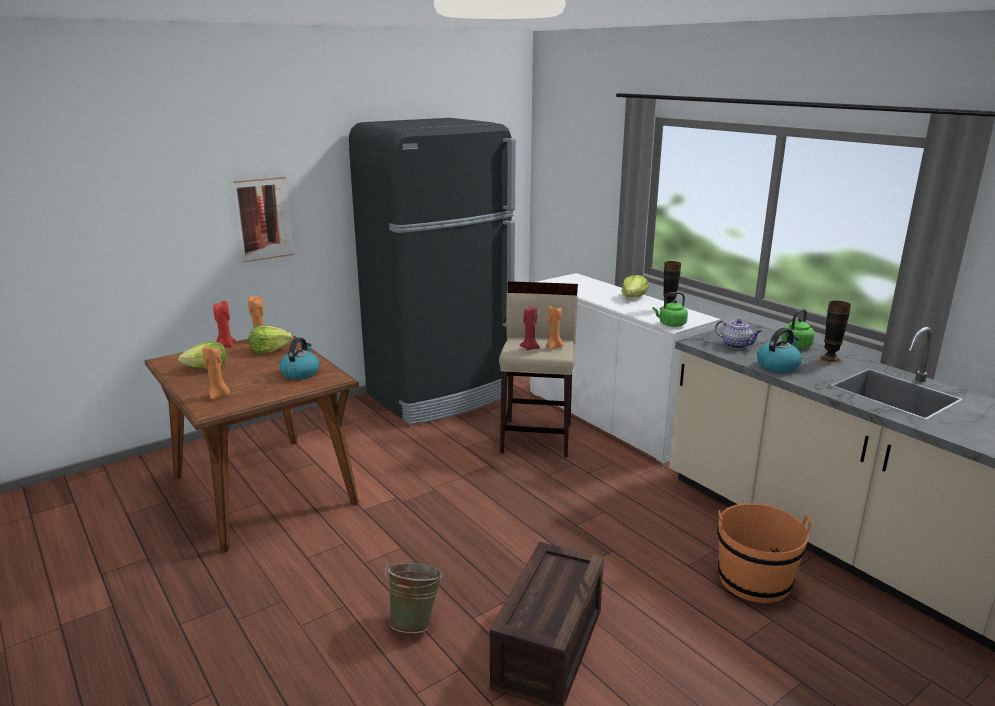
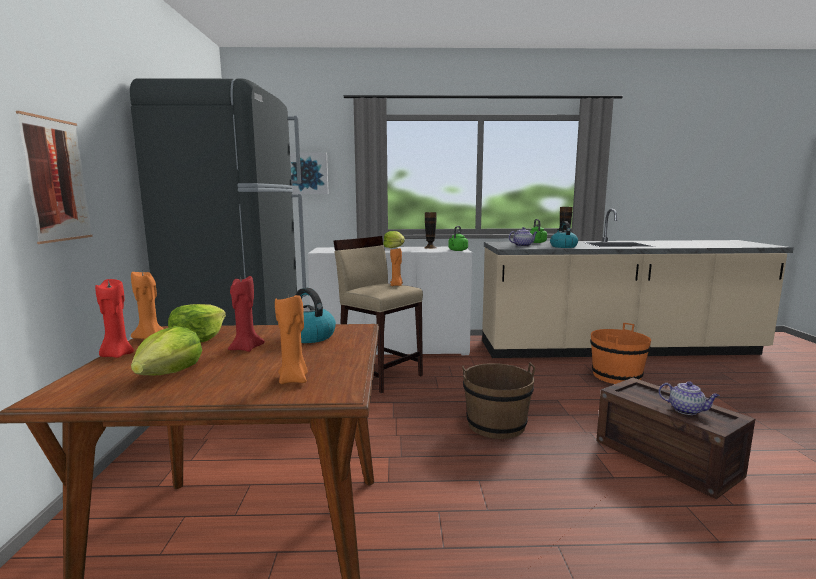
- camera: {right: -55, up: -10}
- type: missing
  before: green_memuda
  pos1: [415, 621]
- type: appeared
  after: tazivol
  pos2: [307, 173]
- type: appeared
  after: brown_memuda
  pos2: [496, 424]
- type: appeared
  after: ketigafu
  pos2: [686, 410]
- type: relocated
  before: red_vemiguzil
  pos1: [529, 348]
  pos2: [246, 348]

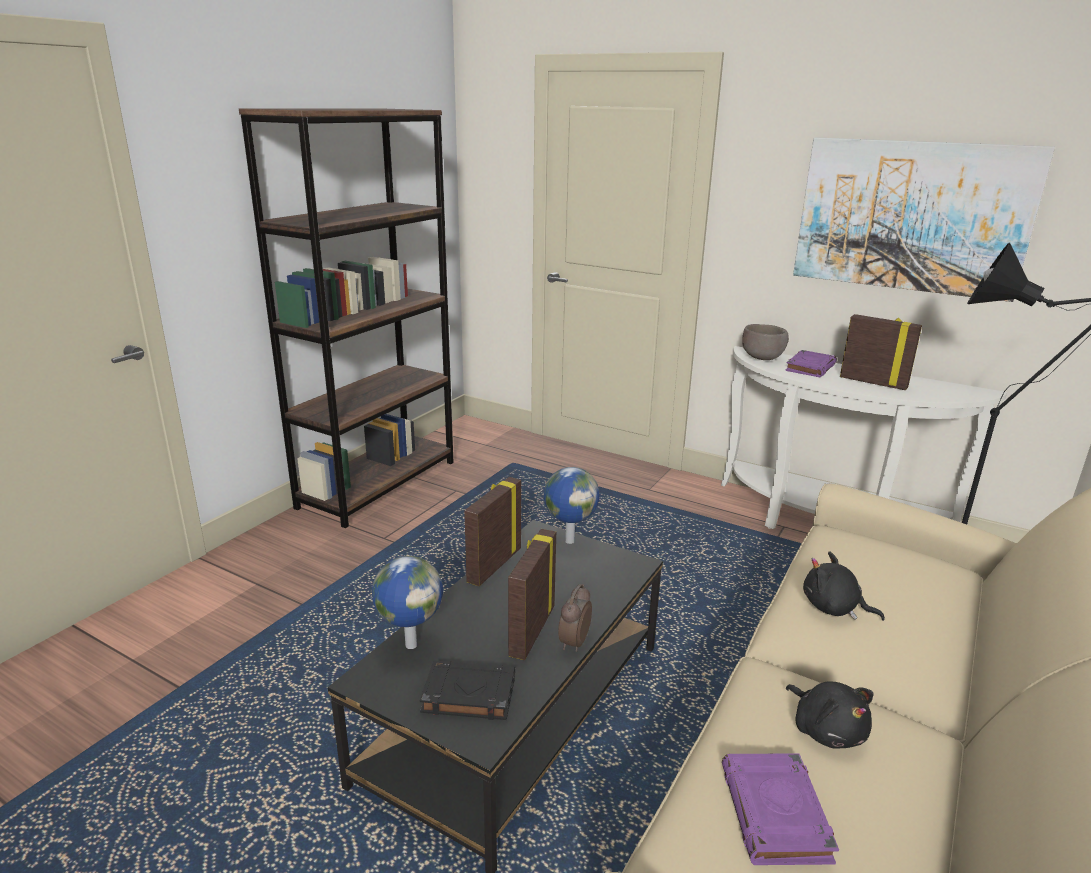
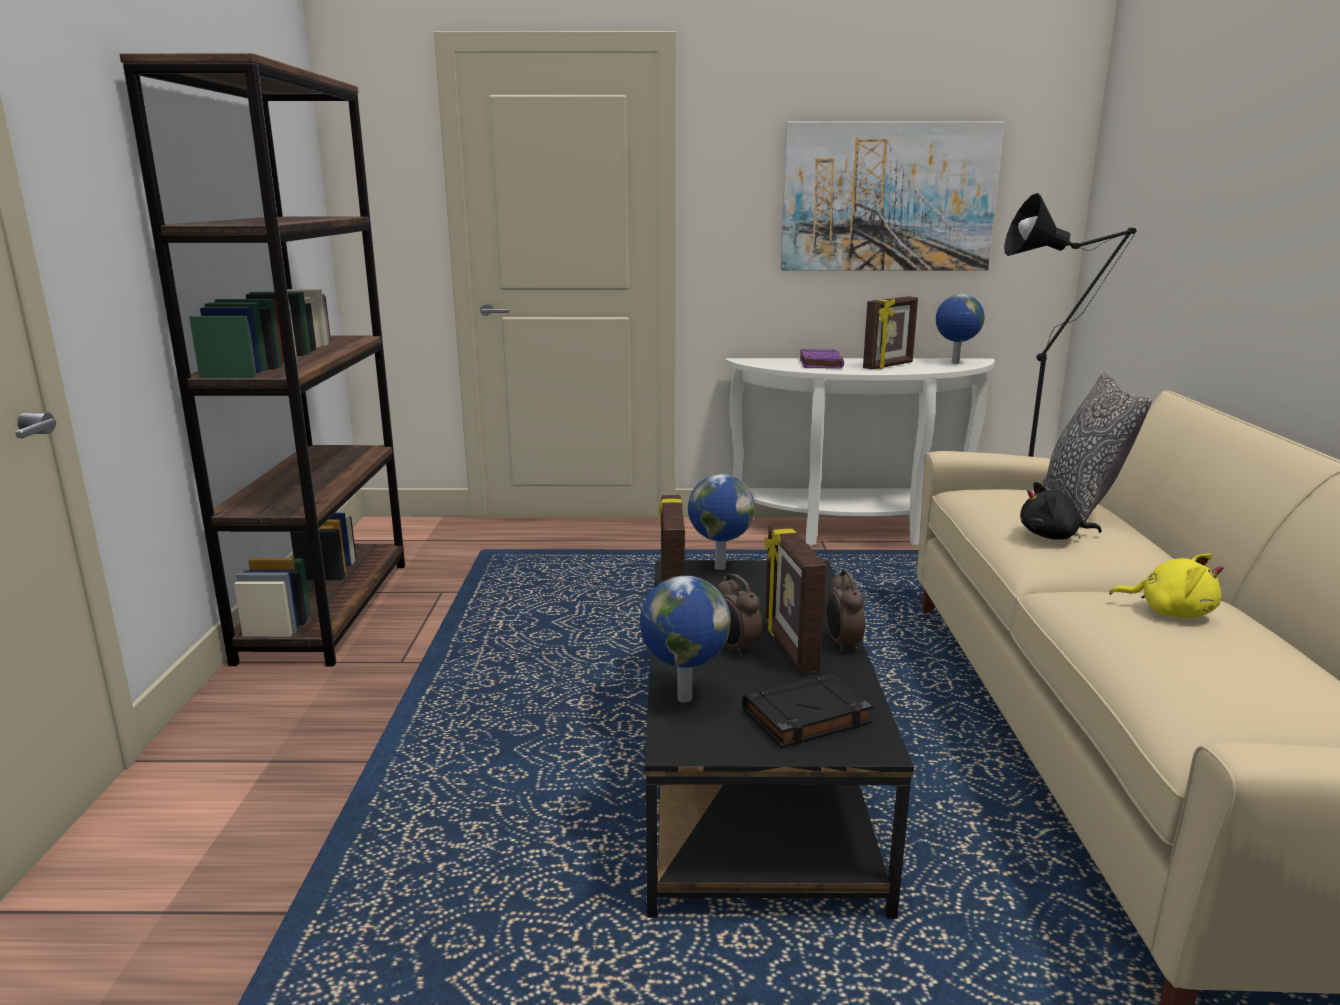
- camera: {right: -30, up: -5}
- type: missing
  before: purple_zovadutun
  pos1: [776, 815]
- type: missing
  before: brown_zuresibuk
  pos1: [762, 358]
- type: appeared
  after: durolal
  pos2: [735, 648]
- type: appeared
  after: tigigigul
  pos2: [954, 363]
- type: appeared
  after: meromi
  pos2: [1081, 505]
- type: colour
  before: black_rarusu
  after: yellow_rarusu
  pos1: [826, 730]
  pos2: [1170, 612]
- type: spun
  before: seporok
  pos1: [873, 382]
  pos2: [889, 366]
  turn: 135

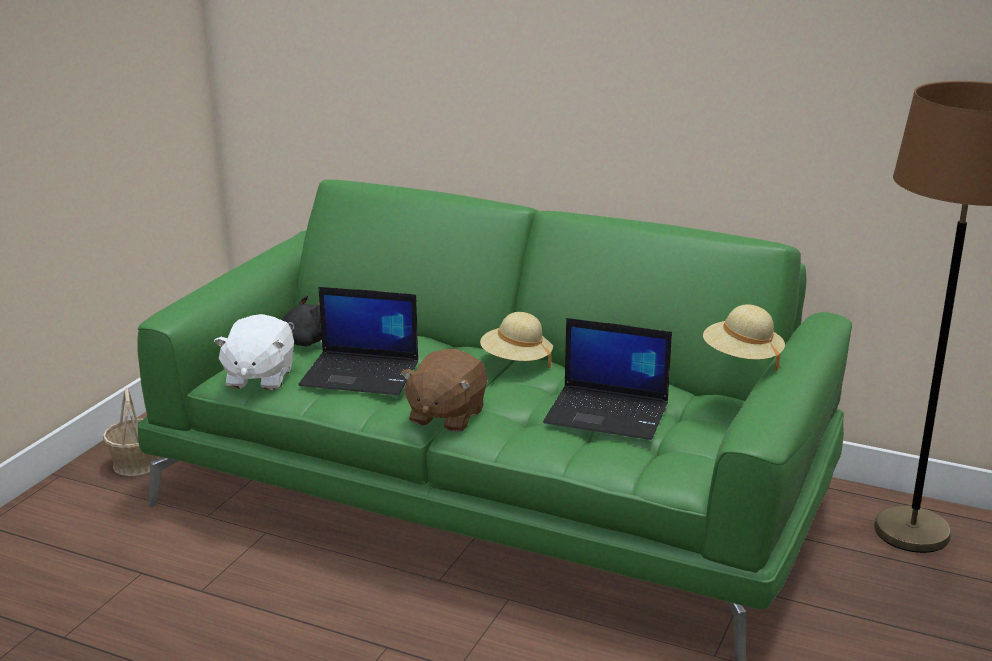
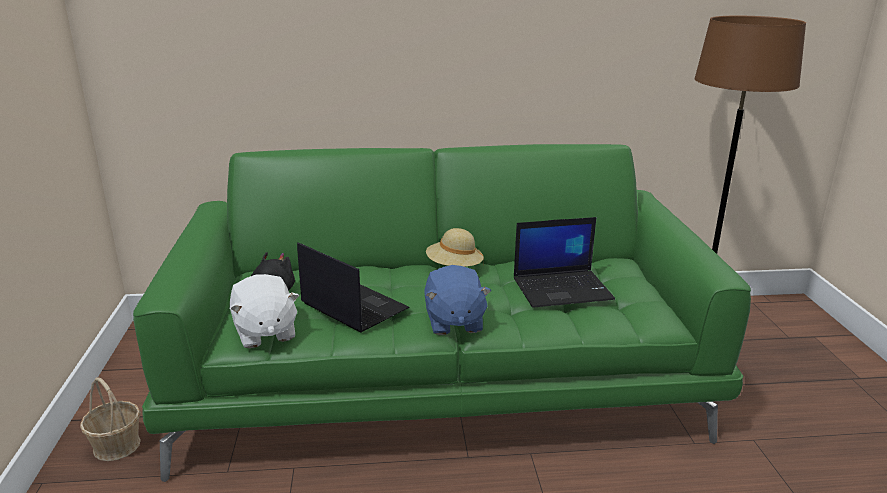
- camera: {right: -30, up: 0}
- type: missing
  before: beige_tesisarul
  pos1: [741, 358]
- type: colour
  before: brown_rarusu
  after: blue_rarusu
  pos1: [446, 416]
  pos2: [454, 322]
- type: spun
  before: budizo
  pos1: [362, 374]
  pos2: [352, 306]
  turn: -120

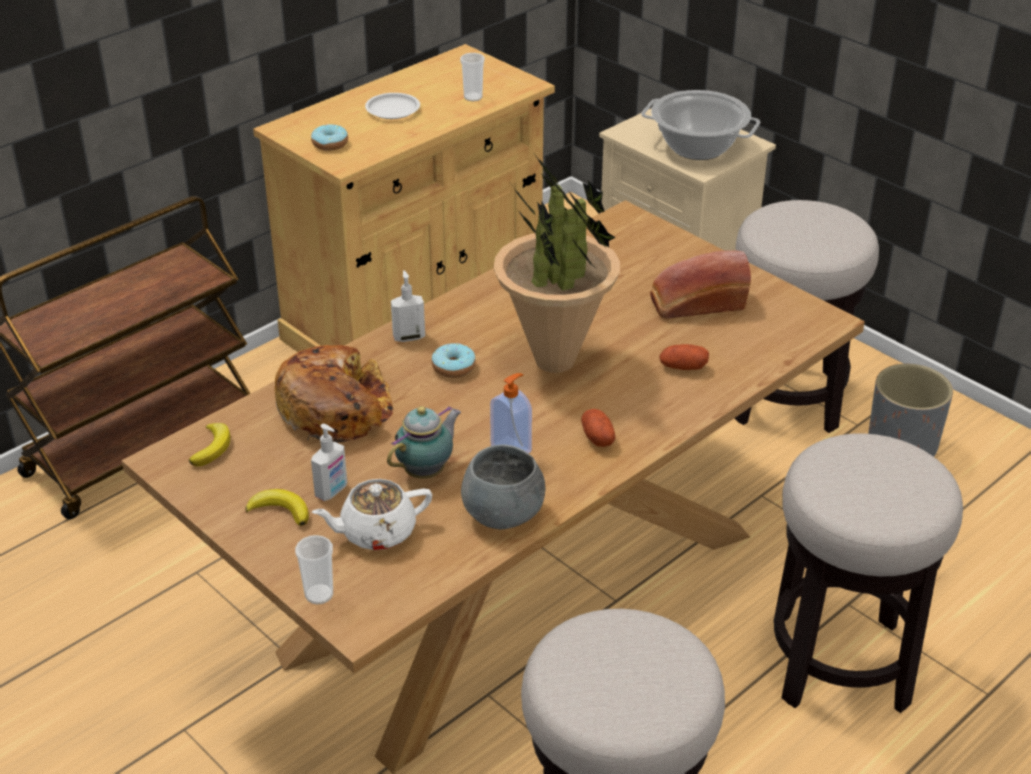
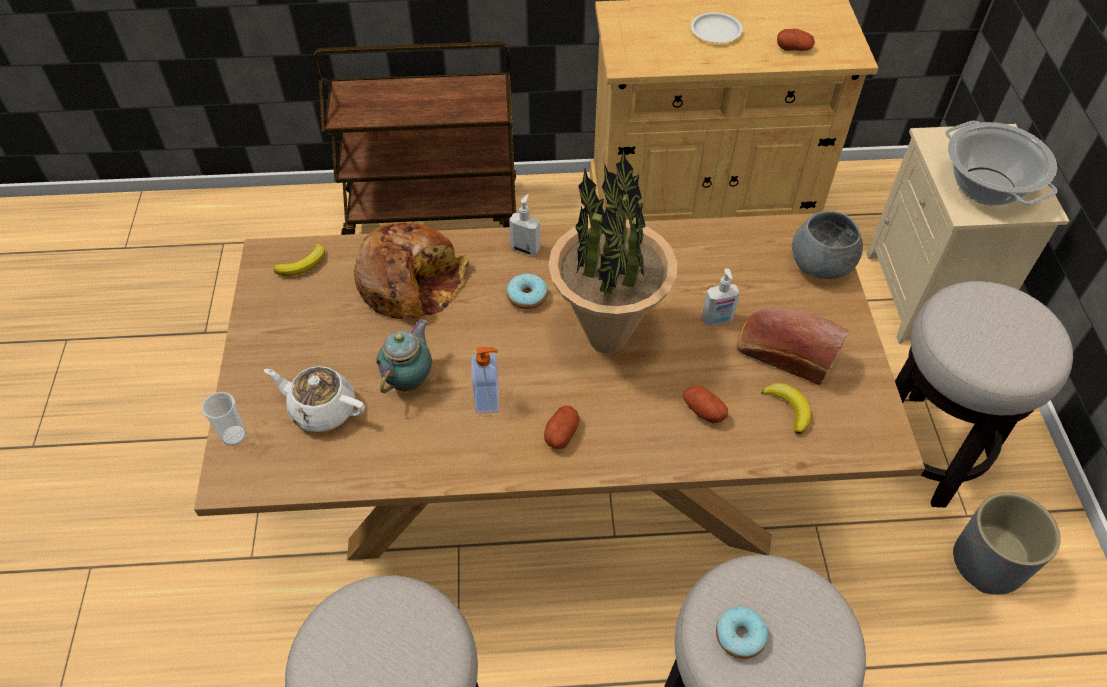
- camera: {right: 40, up: 15}
- type: relocated
  before: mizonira
  pos1: [280, 510]
  pos2: [788, 408]
- type: relocated
  before: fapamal
  pos1: [330, 144]
  pos2: [740, 636]
- type: relocated
  before: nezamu
  pos1: [332, 491]
  pos2: [717, 319]
- type: relocated
  before: grey_zuresibuk
  pos1: [504, 514]
  pos2: [821, 266]
- type: exchanged
  before: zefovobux
  after: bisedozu
  pos1: [473, 97]
  pos2: [793, 48]
- type: spun
  before: ketigafu
  pos1: [427, 471]
  pos2: [410, 379]
  turn: -60

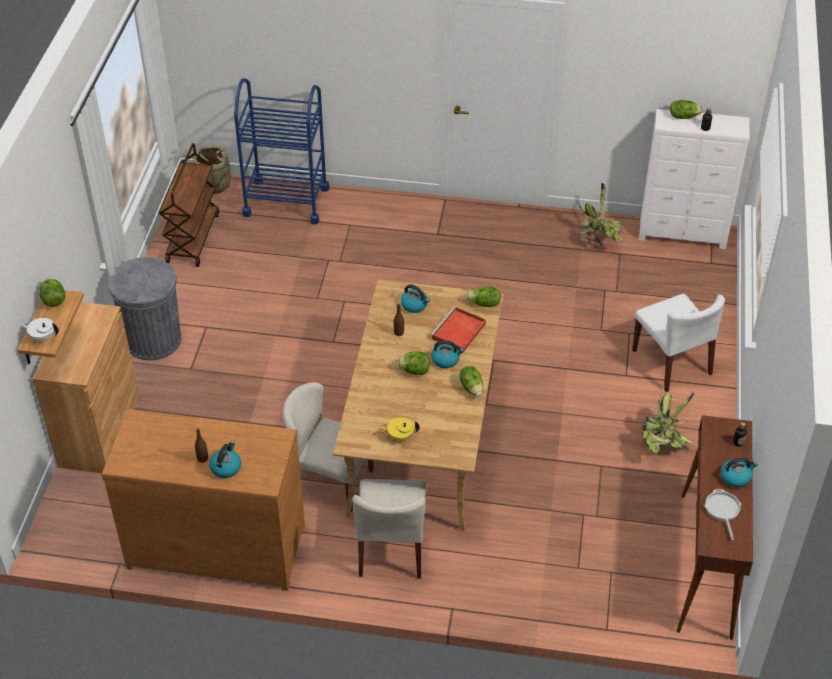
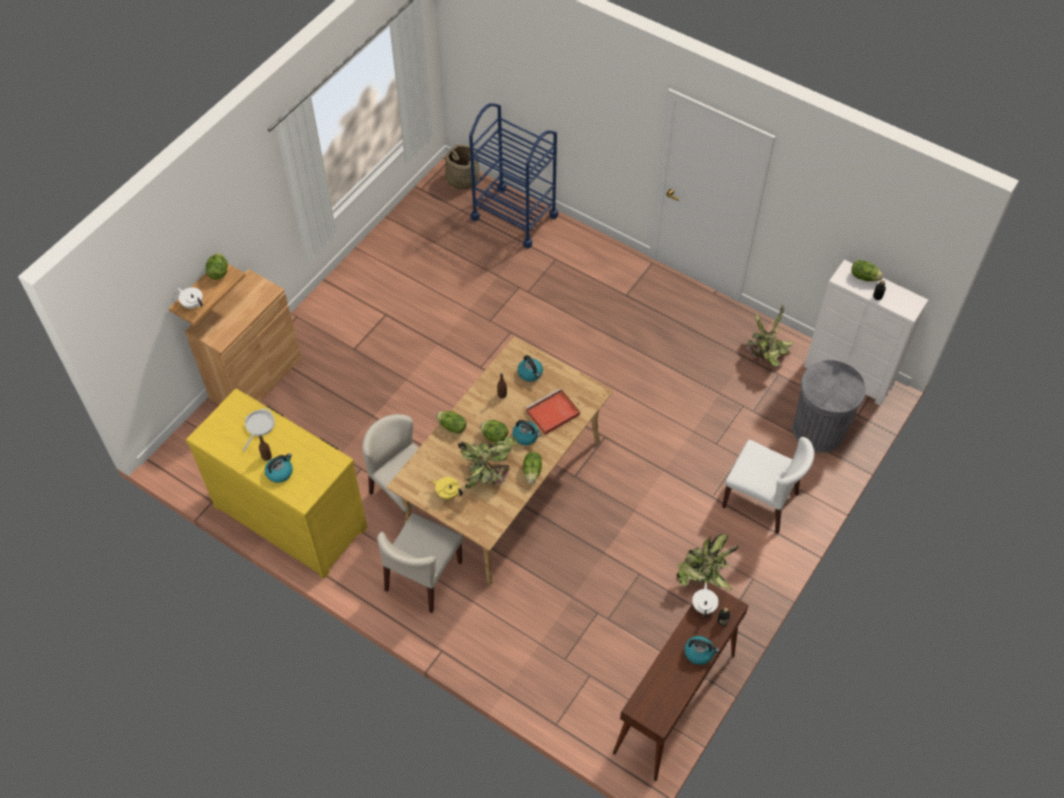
- camera: {right: 25, up: 10}
- type: missing
  before: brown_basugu
  pos1: [192, 238]
- type: appeared
  after: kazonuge
  pos2: [488, 471]
- type: appeared
  after: white_ketigafu
  pos2: [704, 606]
- type: relocated
  before: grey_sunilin
  pos1: [153, 340]
  pos2: [818, 430]
- type: relocated
  before: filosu
  pos1: [484, 304]
  pos2: [452, 427]
- type: relocated
  before: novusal
  pos1: [722, 510]
  pos2: [259, 426]
- type: colour
  before: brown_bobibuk
  after: yellow_bobibuk
  pos1: [217, 544]
  pos2: [292, 515]
- type: spun
  before: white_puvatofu
  pos1: [672, 362]
  pos2: [761, 500]
  turn: -60

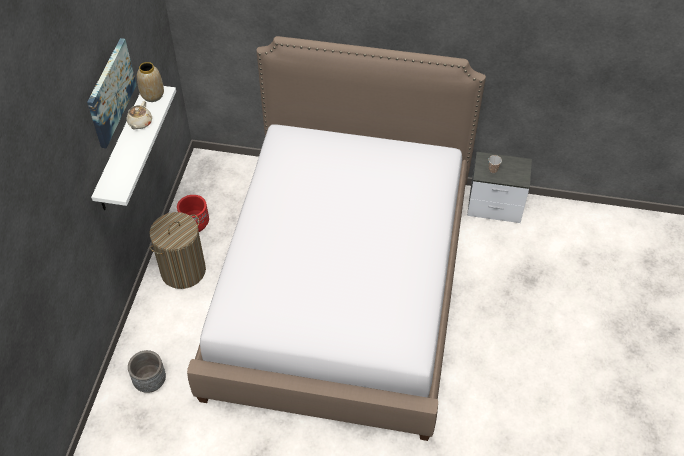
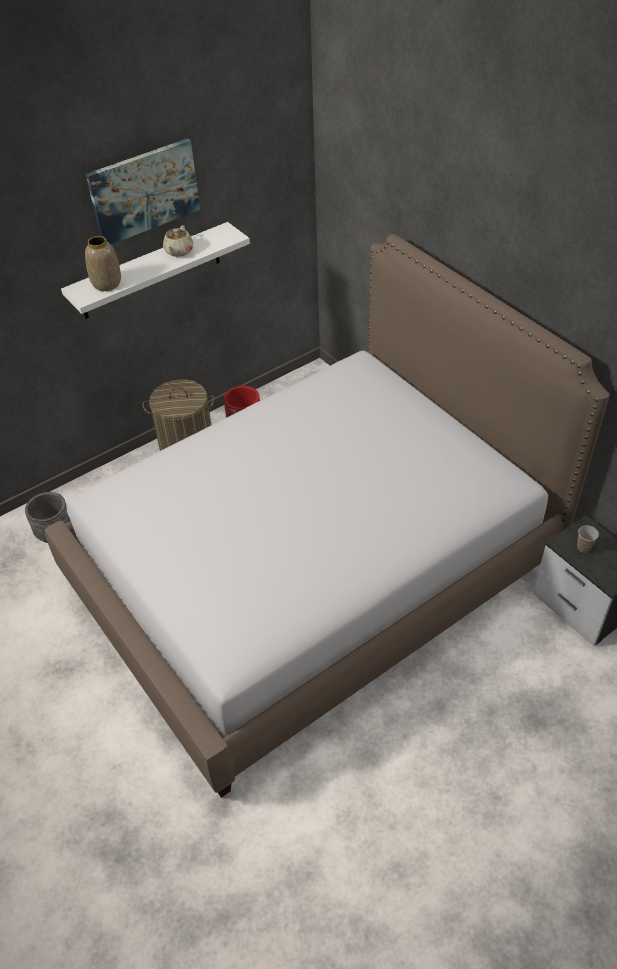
- camera: {right: 45, up: -5}
- type: relocated
  before: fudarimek
  pos1: [153, 95]
  pos2: [107, 284]
- type: spun
  before: beige_ketigafu
  pos1: [140, 123]
  pos2: [178, 251]
  turn: -45

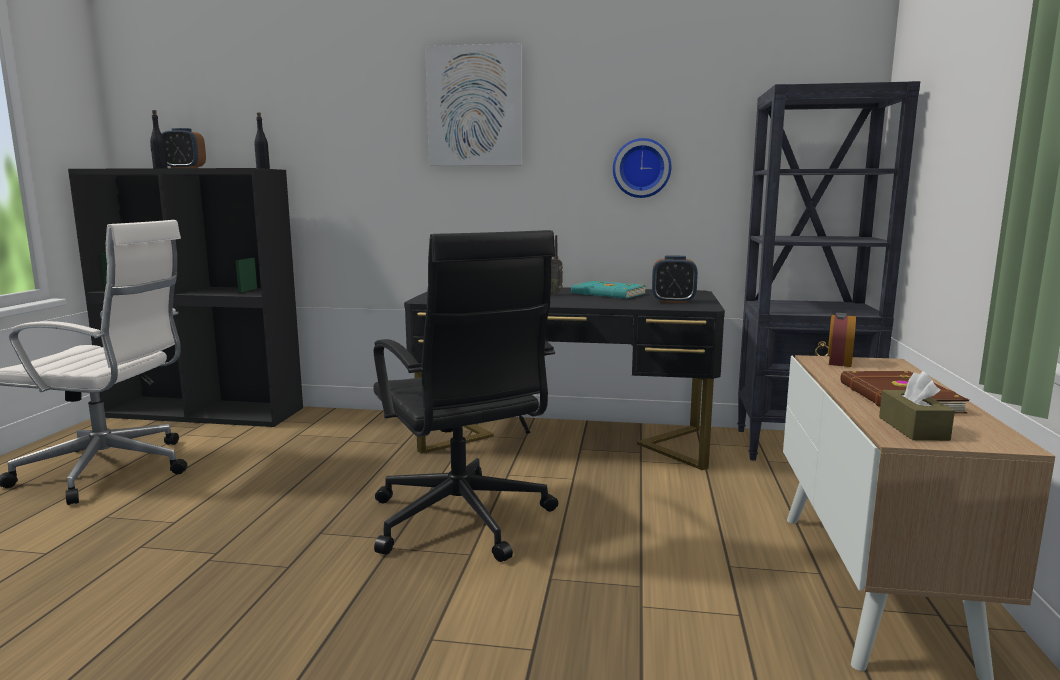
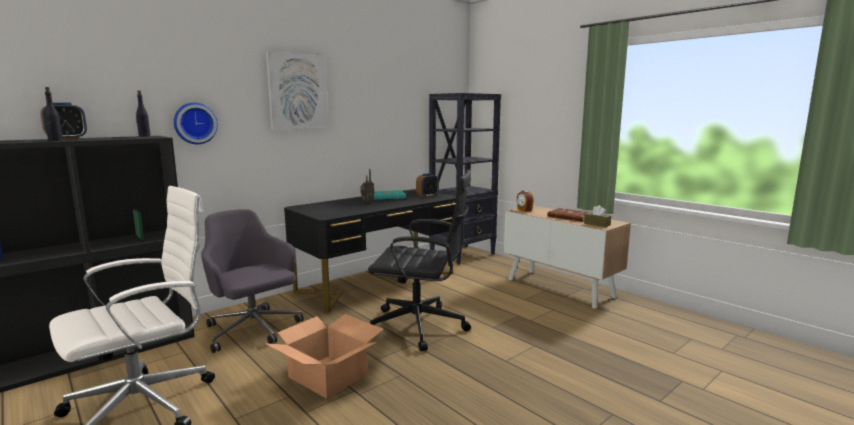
- camera: {right: -50, up: 0}
- type: appeared
  after: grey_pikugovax
  pos2: [253, 330]
- type: appeared
  after: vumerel
  pos2: [328, 375]
- type: relocated
  before: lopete
  pos1: [641, 168]
  pos2: [195, 123]

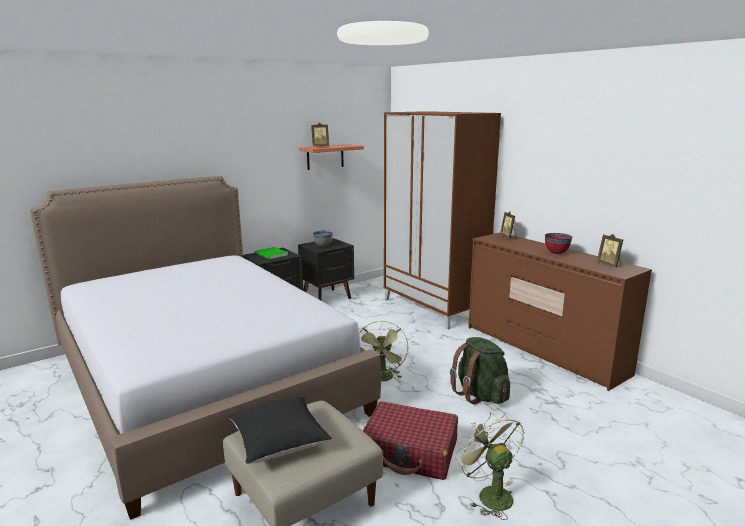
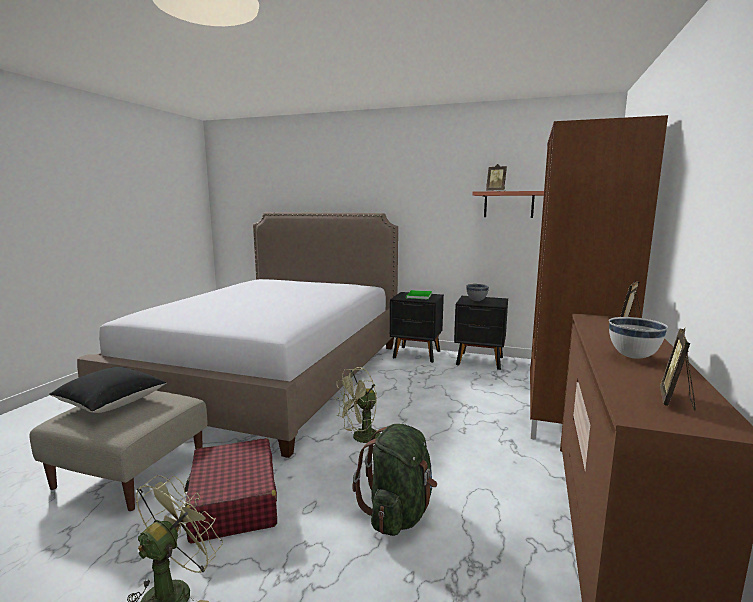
- camera: {right: 55, up: -5}
- type: colour
  before: red_zuresibuk
  after: white_zuresibuk
  pos1: [556, 253]
  pos2: [633, 357]

